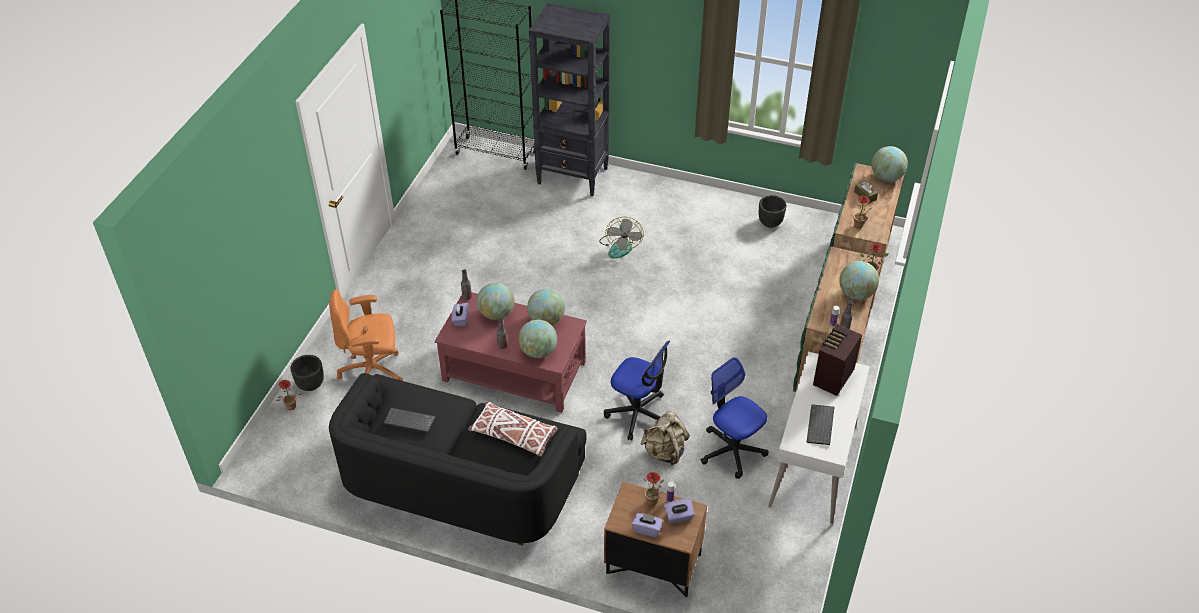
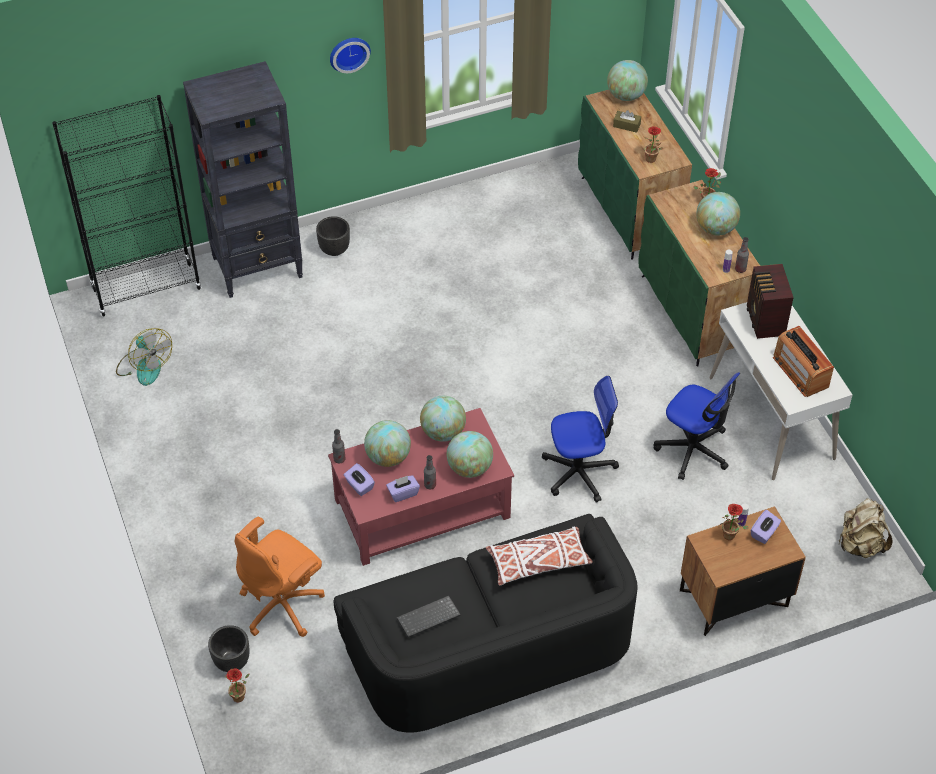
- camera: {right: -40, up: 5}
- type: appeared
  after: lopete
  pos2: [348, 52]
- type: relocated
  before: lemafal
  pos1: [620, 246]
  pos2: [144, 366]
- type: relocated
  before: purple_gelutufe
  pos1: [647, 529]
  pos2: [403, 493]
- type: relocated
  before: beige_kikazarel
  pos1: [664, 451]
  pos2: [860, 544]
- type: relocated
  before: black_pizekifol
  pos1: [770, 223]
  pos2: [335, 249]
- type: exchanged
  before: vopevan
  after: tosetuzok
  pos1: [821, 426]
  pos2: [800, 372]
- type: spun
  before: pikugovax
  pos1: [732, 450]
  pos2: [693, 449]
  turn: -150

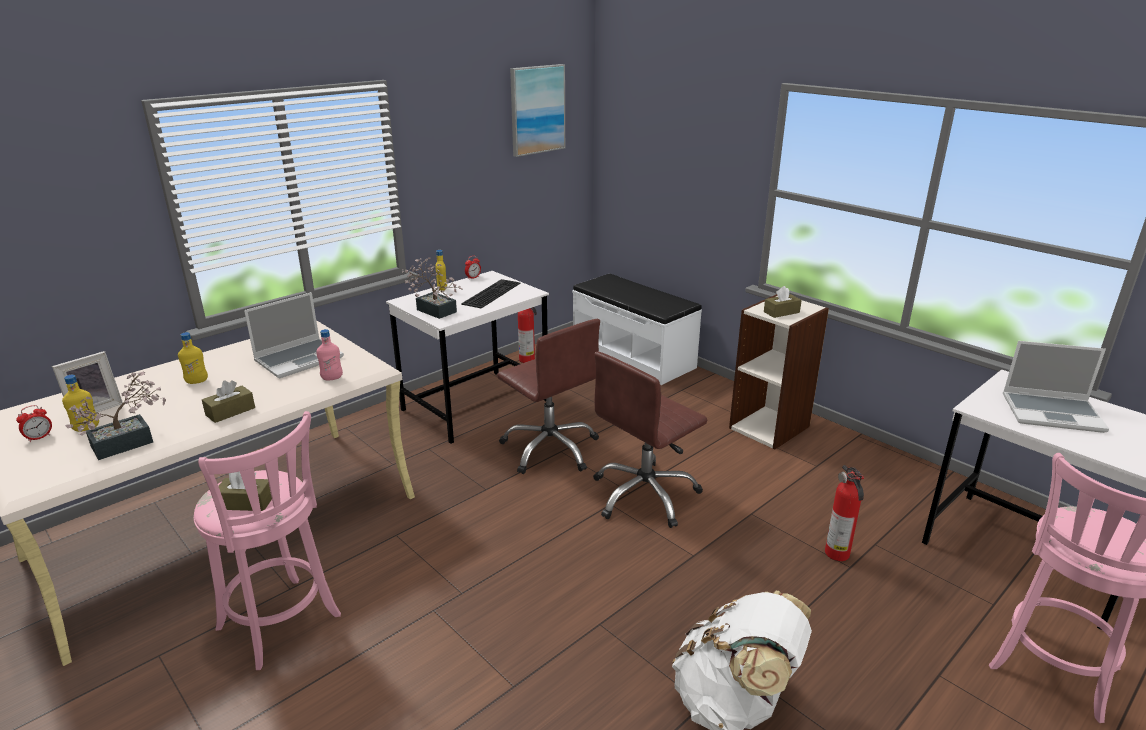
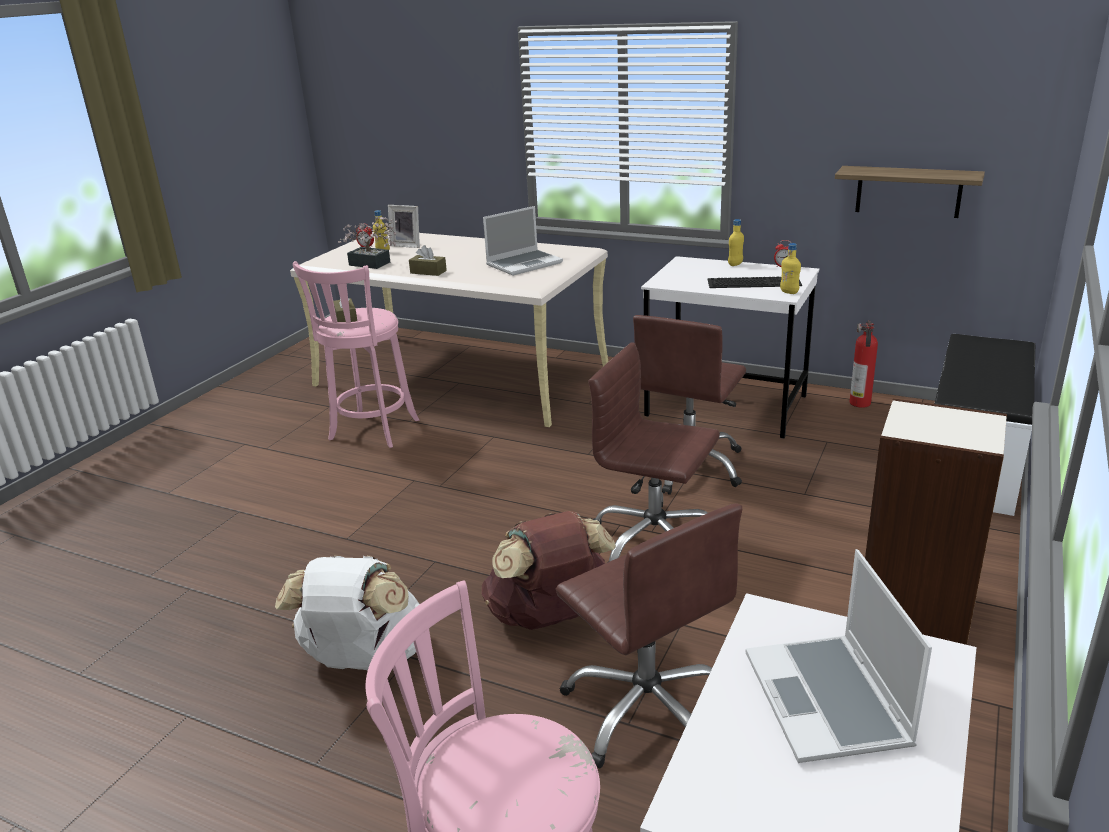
- camera: {right: 70, up: 0}
- type: missing
  before: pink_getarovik
  pos1: [332, 378]
- type: missing
  before: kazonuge
  pos1: [434, 309]
- type: missing
  before: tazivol
  pos1: [537, 110]
- type: missing
  before: brown_gelutufe
  pos1: [781, 312]
- type: appeared
  after: brown_kikazarel
  pos2: [549, 616]
- type: appeared
  after: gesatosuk
  pos2: [908, 191]
- type: relocated
  before: yellow_getarovik
  pos1: [197, 381]
  pos2: [789, 292]
- type: exchanged
  before: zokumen
  after: brown_pikugovax
  pos1: [838, 554]
  pos2: [648, 710]
- type: spun
  before: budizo
  pos1: [299, 359]
  pos2: [524, 264]
  turn: -60

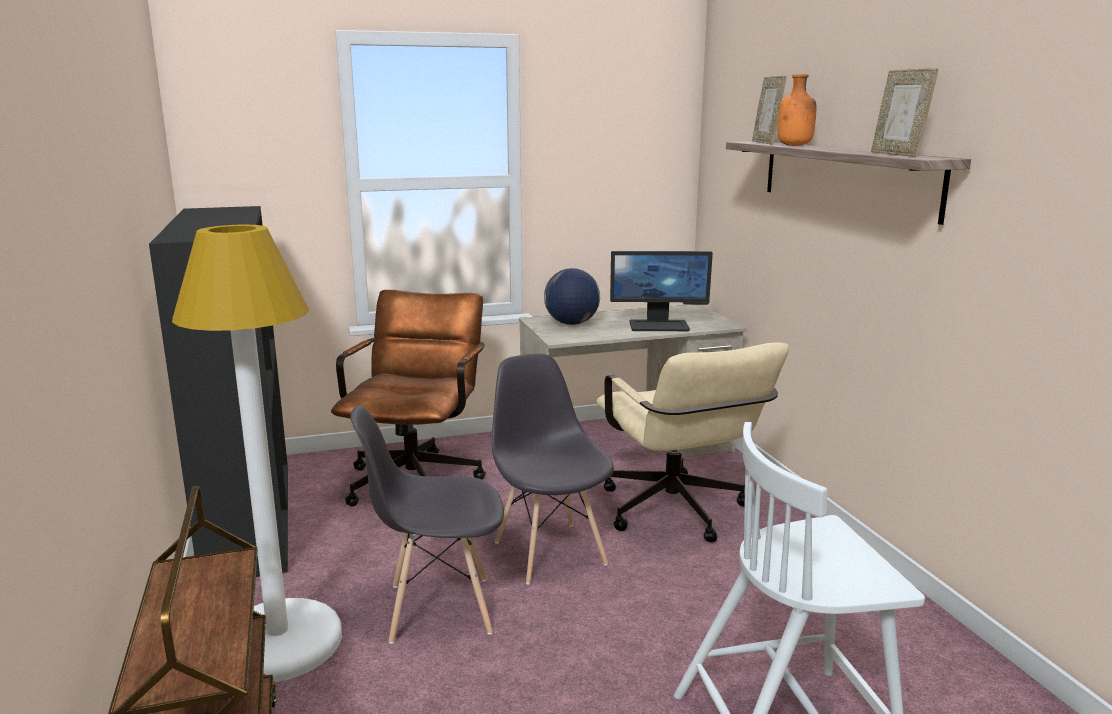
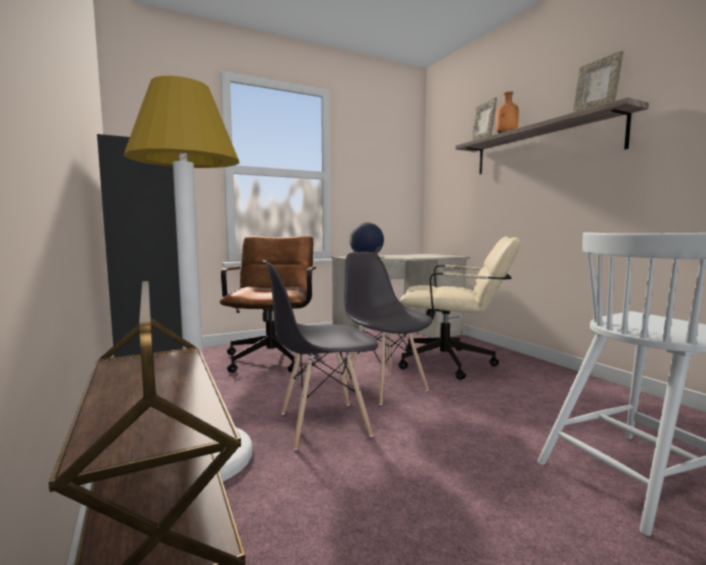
- camera: {right: -10, up: -10}
- type: missing
  before: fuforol
  pos1: [659, 325]
- type: spun
  before: beige_pikugovax
  pos1: [678, 515]
  pos2: [454, 364]
  turn: -45

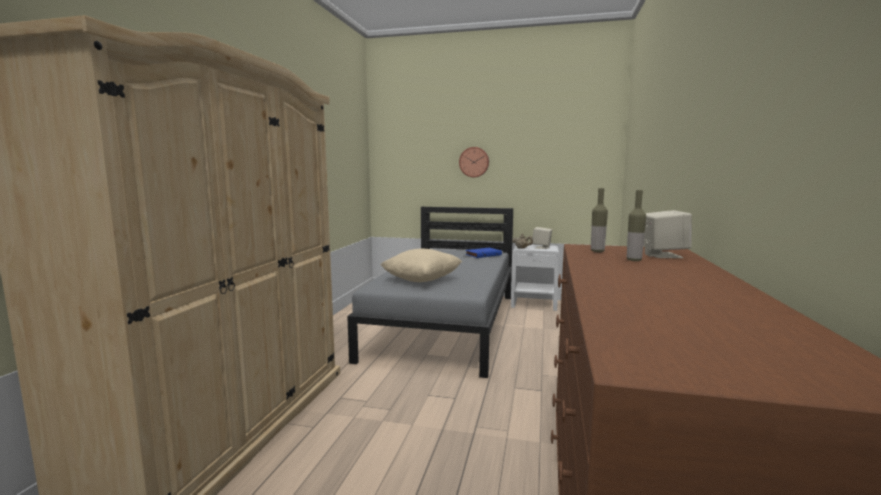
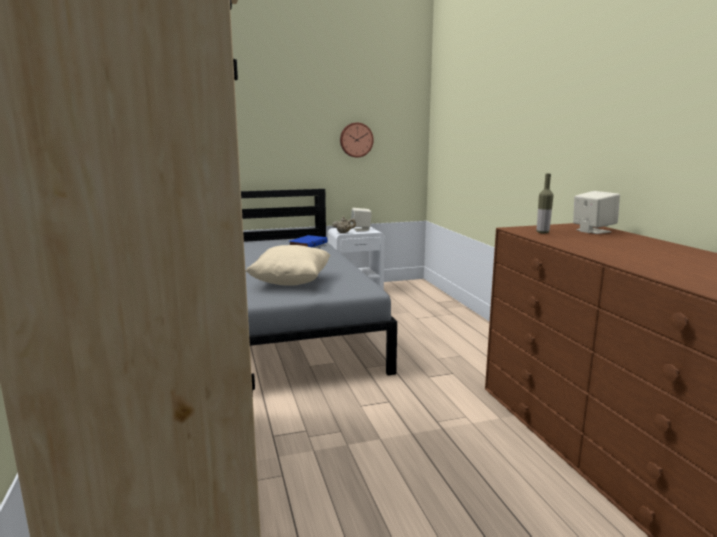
- camera: {right: -30, up: 5}
- type: missing
  before: getarovik
  pos1: [634, 260]
- type: relocated
  before: lopete
  pos1: [474, 162]
  pos2: [356, 140]

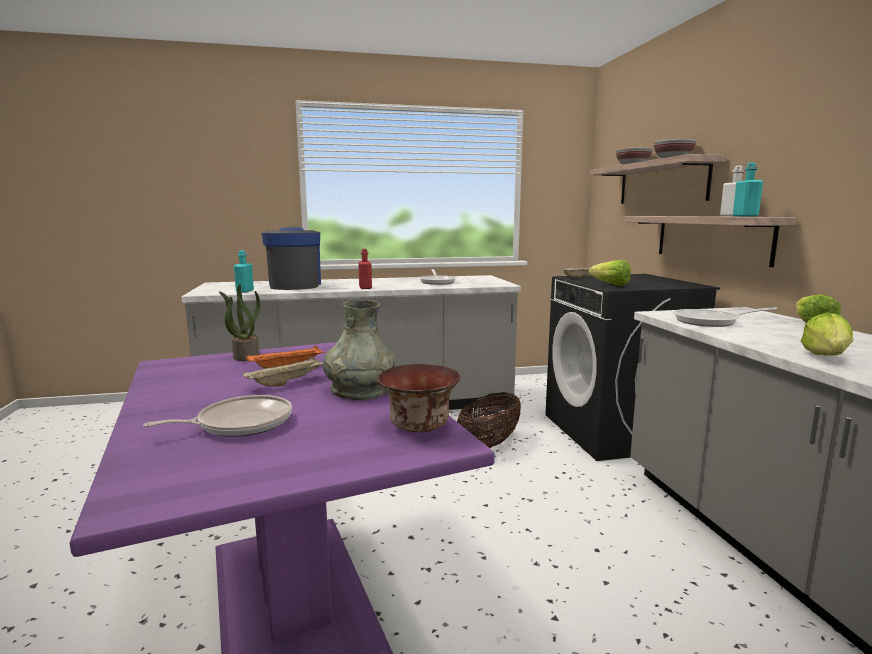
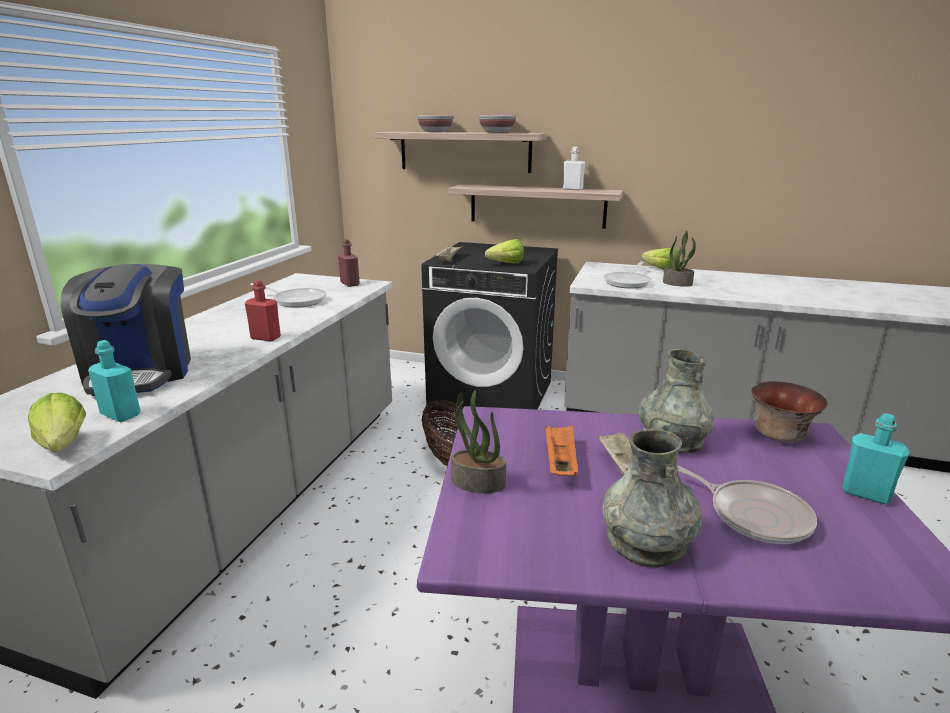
- camera: {right: -60, up: 10}
- type: appeared
  after: red_getarovik
  pos2: [350, 284]
- type: appeared
  after: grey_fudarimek
  pos2: [646, 541]
- type: appeared
  after: kazonuge
  pos2: [677, 283]
- type: relocated
  before: turquoise_getarovik
  pos1: [745, 216]
  pos2: [865, 493]
- type: relocated
  before: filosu
  pos1: [825, 359]
  pos2: [61, 449]
- type: spun
  before: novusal
  pos1: [240, 424]
  pos2: [754, 515]
  turn: 135
- type: spun
  before: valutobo
  pos1: [294, 285]
  pos2: [142, 372]
  turn: -120

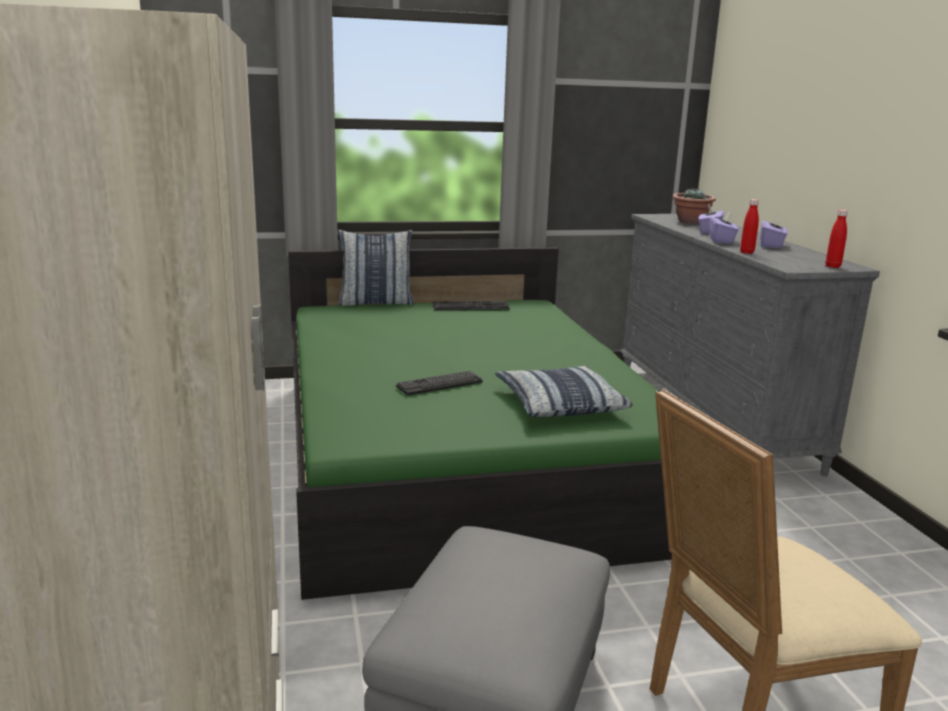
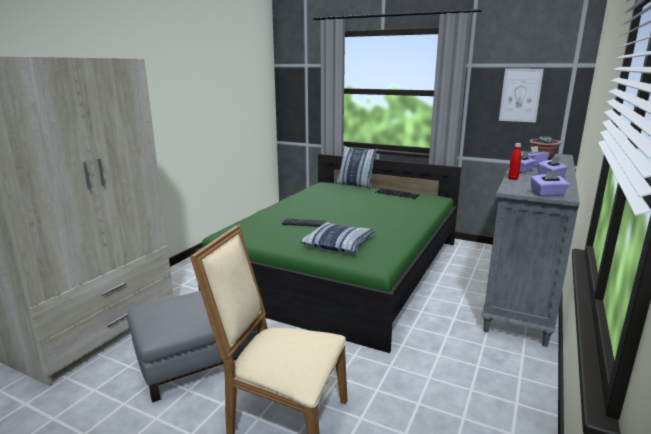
- camera: {right: 40, up: 0}
- type: appeared
  after: tazivol
  pos2: [520, 95]
- type: exchanged
  before: red_getarovik
  after: purple_gelutufe
  pos1: [832, 266]
  pos2: [547, 194]

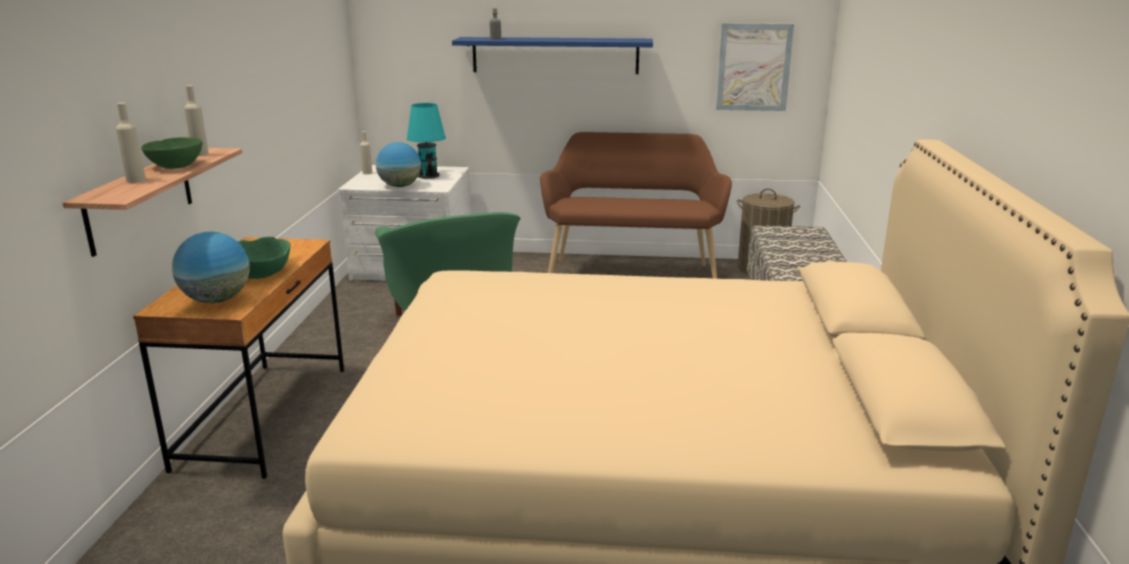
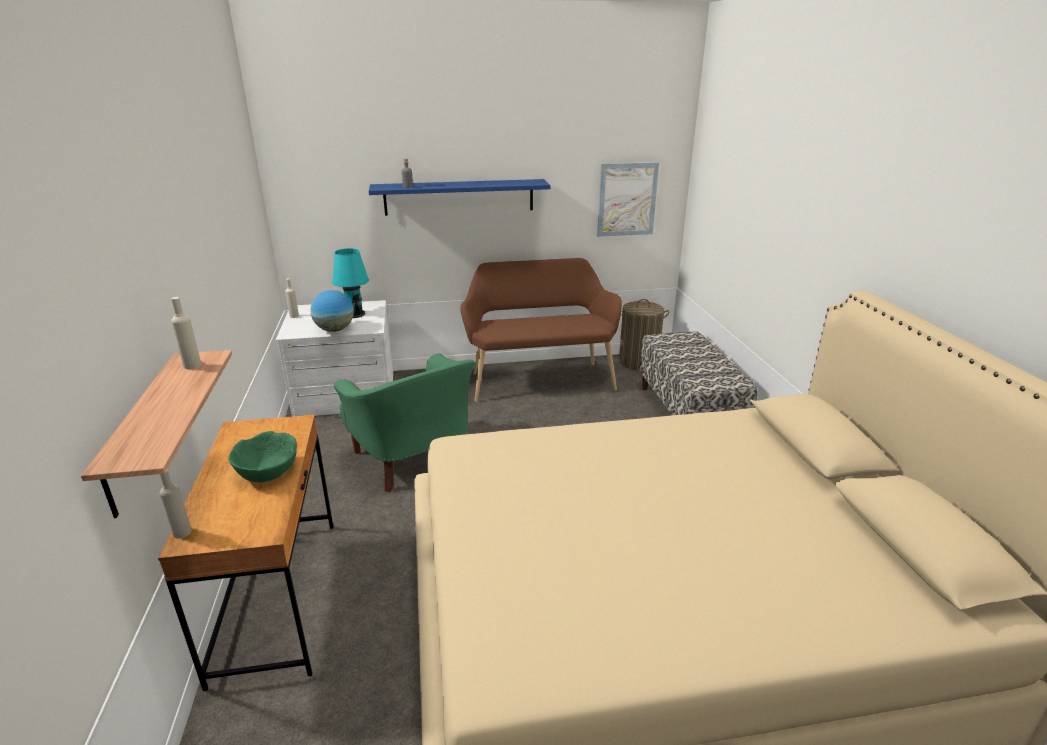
- camera: {right: -15, up: 5}
- type: missing
  before: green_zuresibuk
  pos1: [175, 166]
- type: missing
  before: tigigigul
  pos1: [216, 300]
- type: relocated
  before: beige_getarovik
  pos1: [136, 180]
  pos2: [182, 532]

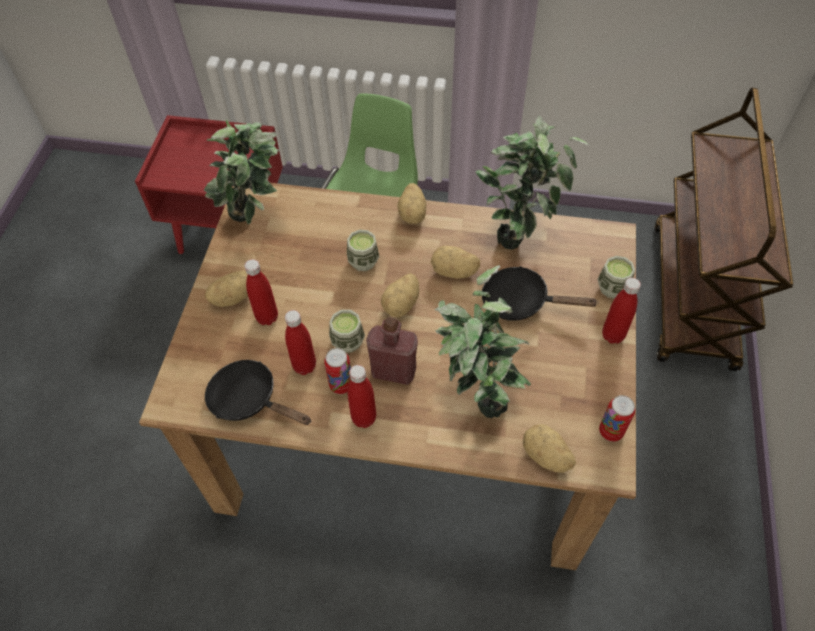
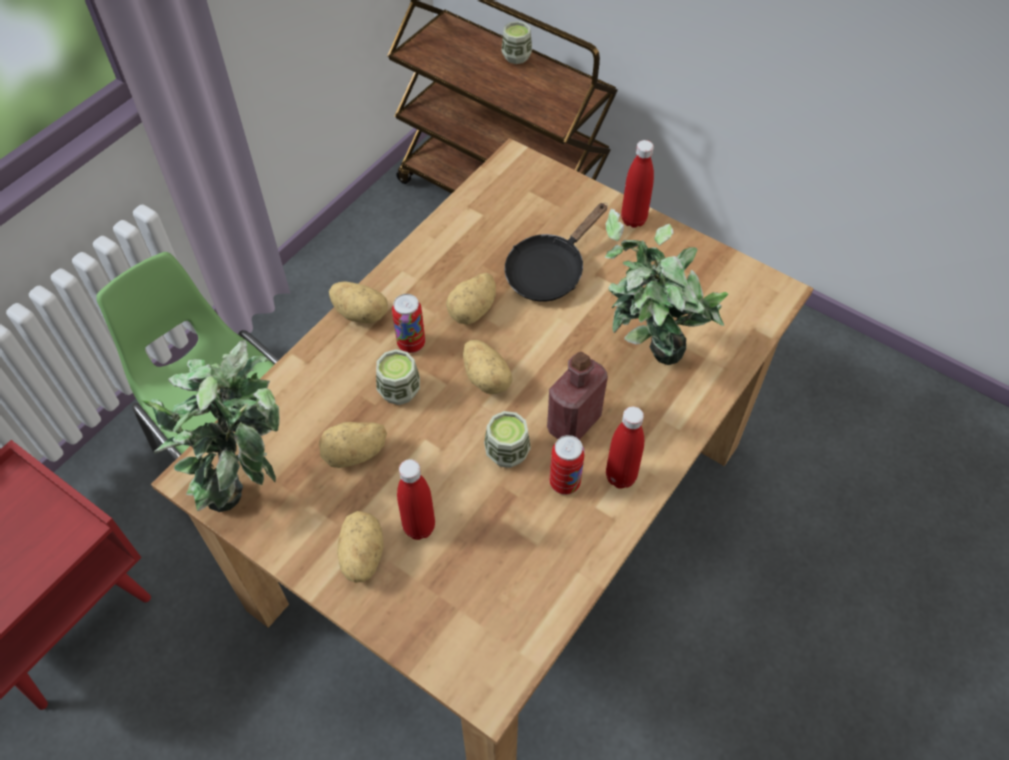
- camera: {right: -65, up: 0}
- type: missing
  before: black_novusal
  pos1: [249, 399]
- type: missing
  before: red_getarovik
  pos1: [304, 366]
- type: missing
  before: kazonuge
  pos1: [518, 232]
- type: relocated
  before: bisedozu
  pos1: [545, 457]
  pos2: [355, 454]
- type: relocated
  before: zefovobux
  pos1: [612, 288]
  pos2: [516, 56]
- type: relocated
  before: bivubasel
  pos1: [611, 431]
  pos2: [411, 343]

